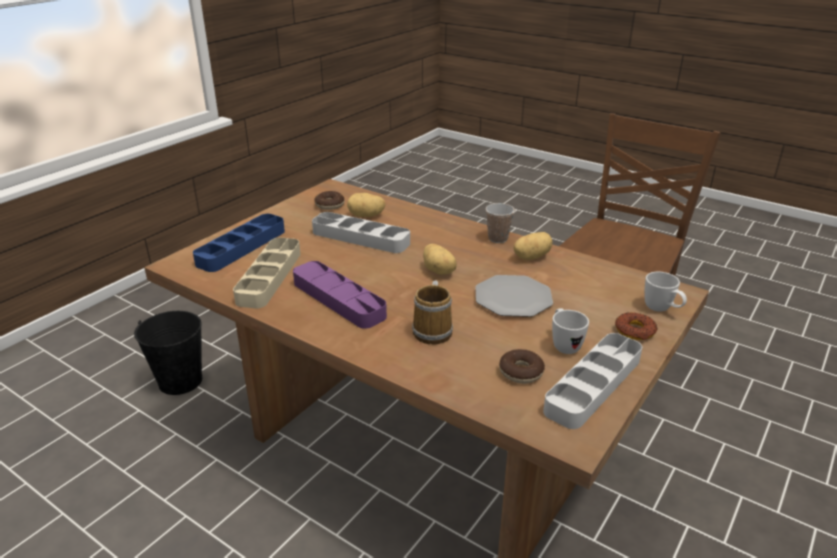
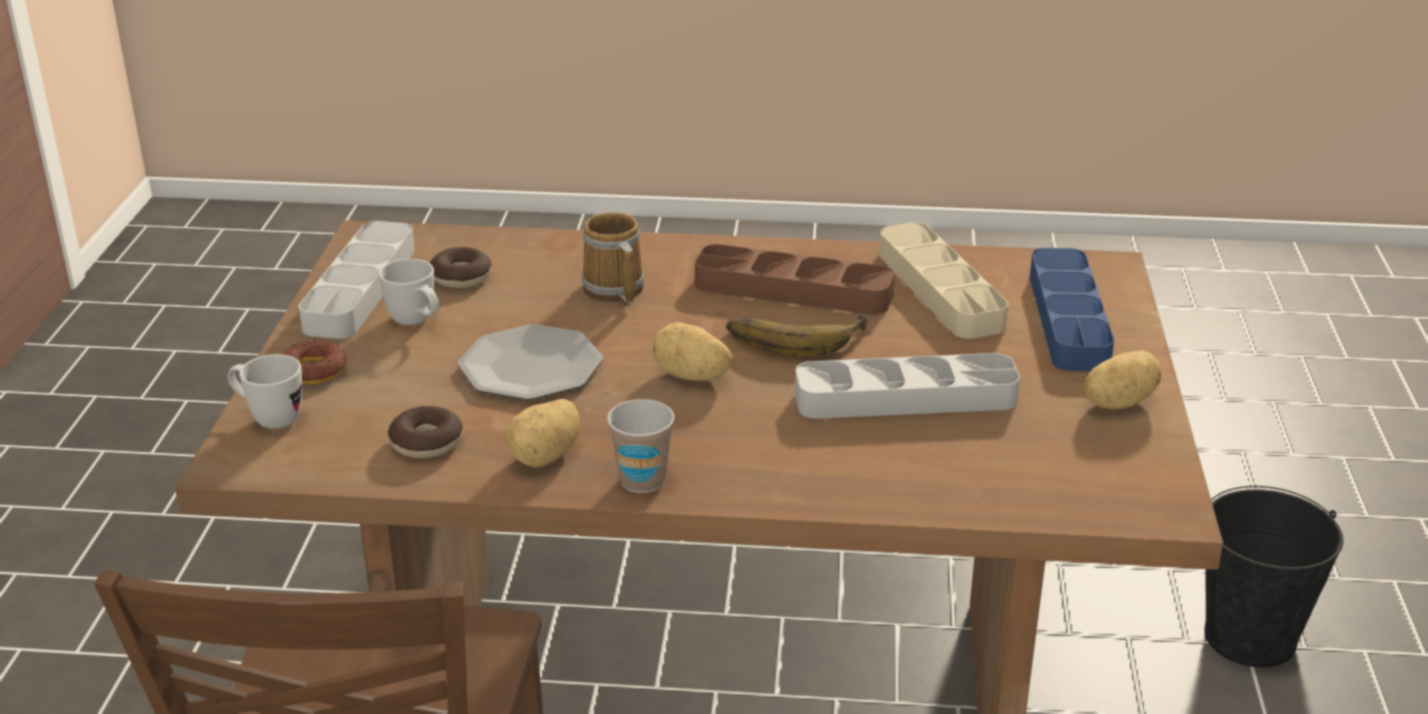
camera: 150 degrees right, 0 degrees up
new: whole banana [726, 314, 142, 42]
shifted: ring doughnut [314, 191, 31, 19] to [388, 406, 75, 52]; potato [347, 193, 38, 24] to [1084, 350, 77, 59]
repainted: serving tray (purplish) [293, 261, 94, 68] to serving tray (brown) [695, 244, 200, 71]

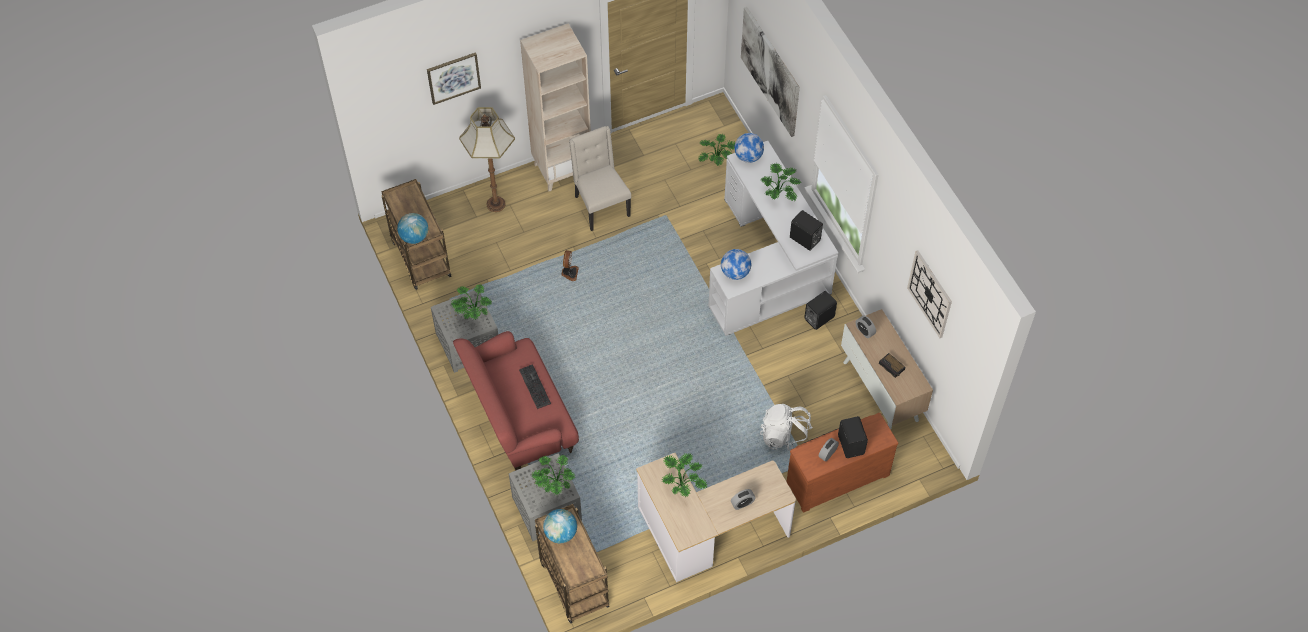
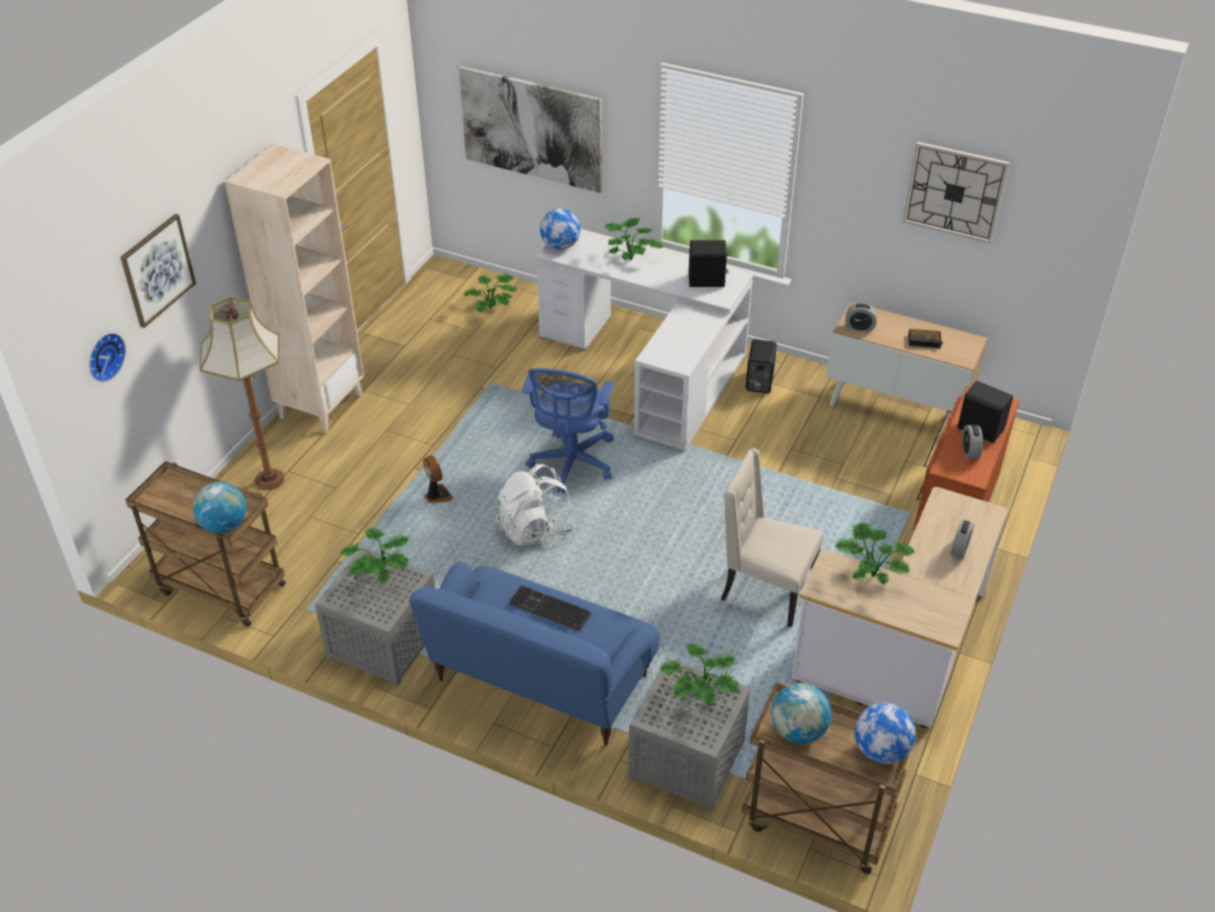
camera: 40 degrees left, 15 degrees down
new: hanging clock [89, 333, 37, 49]; office chair (blue-coloured) [522, 368, 92, 126]
shifted: knapsack (white) [760, 404, 53, 47] to [496, 464, 80, 81]; upright chair (sand-coloured) [569, 126, 62, 105] to [721, 448, 102, 179]; world globe [721, 249, 30, 31] to [855, 703, 61, 61]
repainted: sofa (reddish) [453, 331, 126, 139] to sofa (blue-coloured) [409, 562, 251, 183]

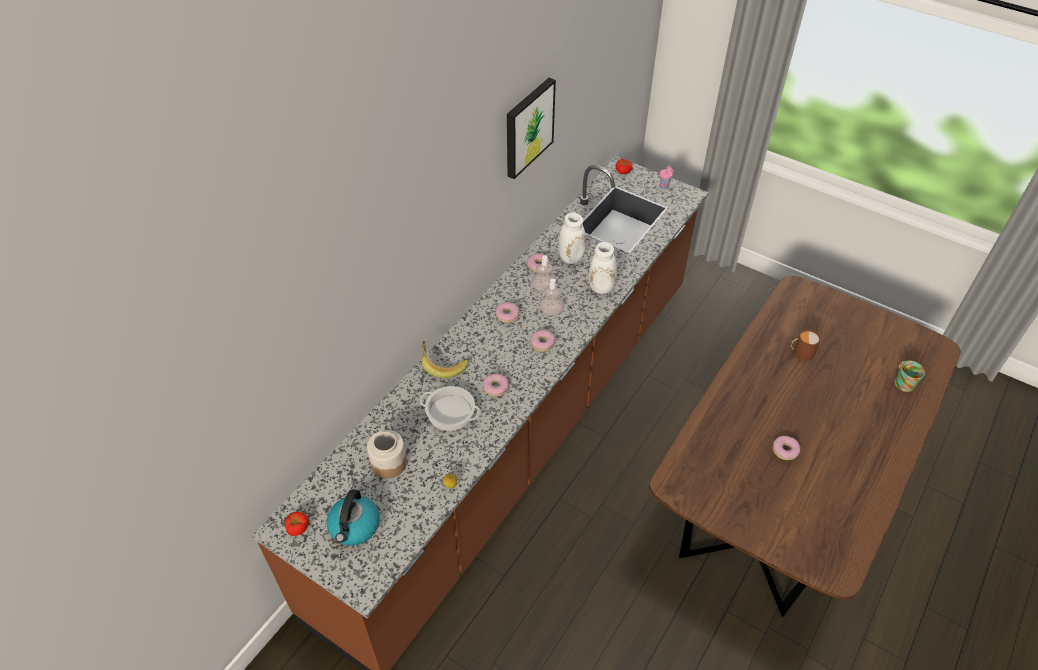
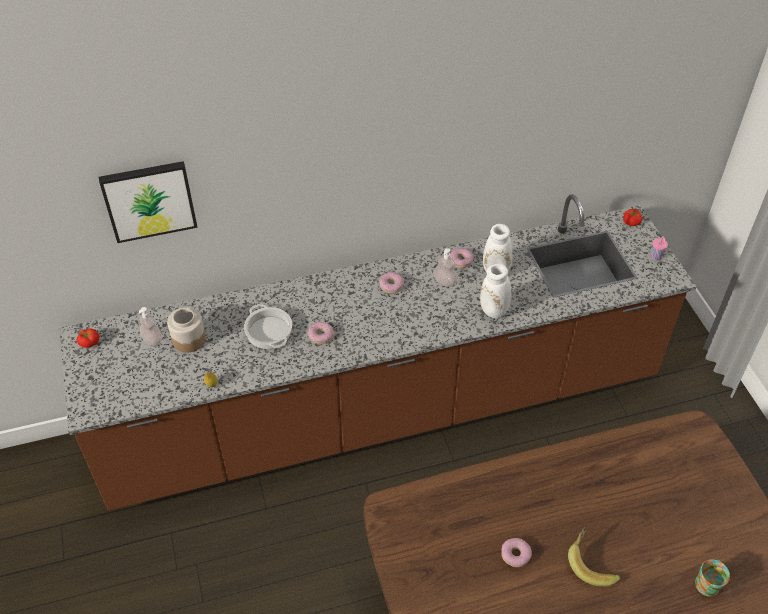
camera: 40 degrees right, 0 degrees up
gone: water kettle [327, 489, 53, 57]; ring doughnut [530, 330, 25, 22]; coffee mug (brown) [791, 329, 30, 32]
shifted: wall picture [507, 78, 49, 101] to [99, 161, 99, 82]; soap bottle [539, 278, 26, 37] to [138, 307, 24, 39]; whole banana [421, 341, 48, 37] to [568, 527, 52, 59]

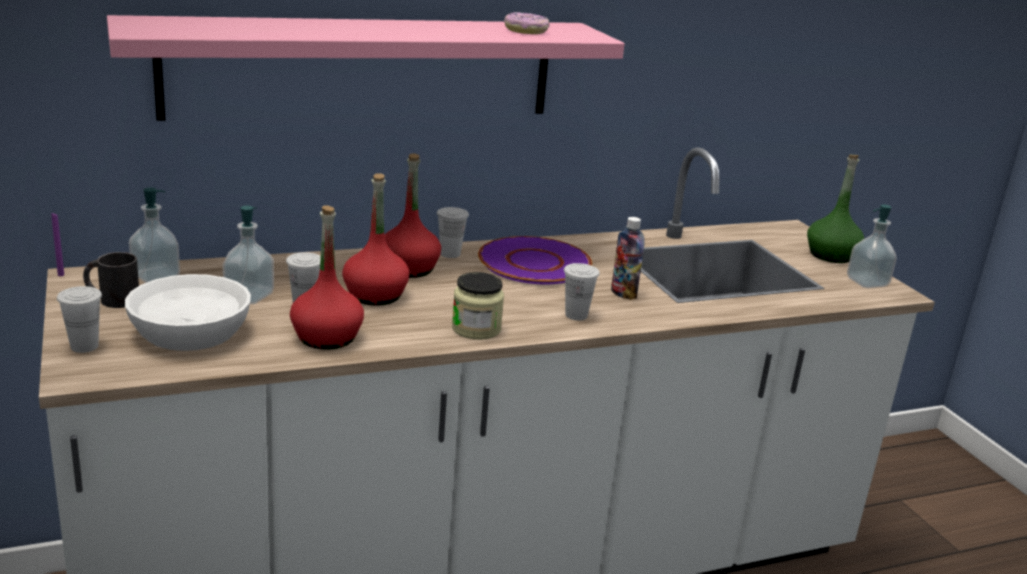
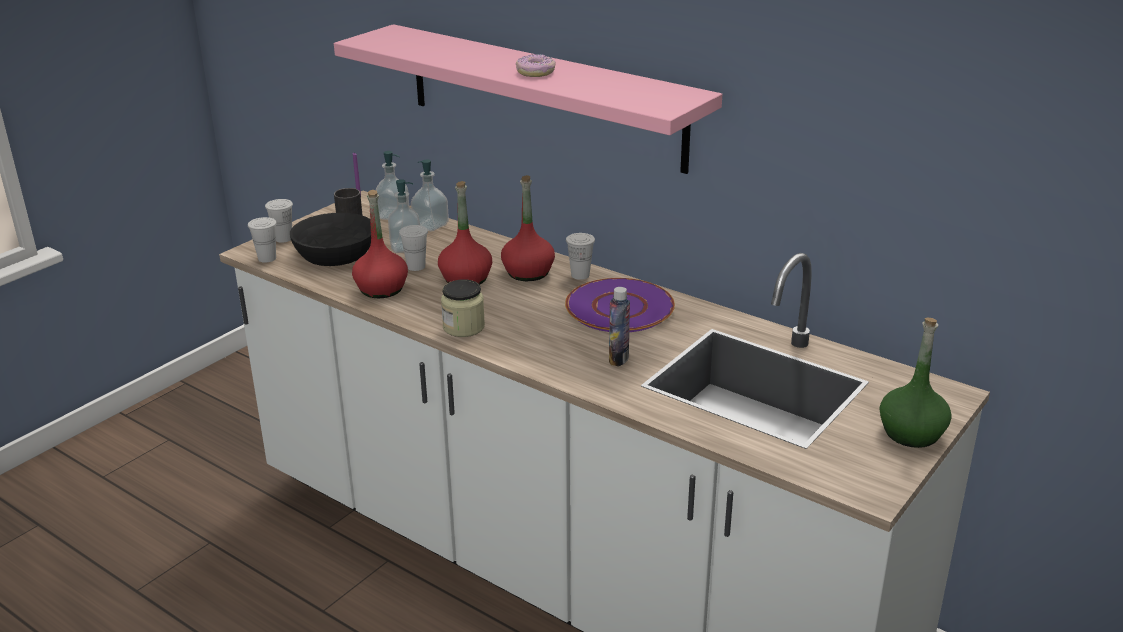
camera: 60 degrees right, 5 degrees up
shifted: drinking cup (white) [564, 263, 36, 57] to [248, 217, 29, 46]; soap bottle [847, 204, 50, 84] to [411, 159, 38, 72]; ring doughnut [504, 12, 46, 22] to [516, 54, 40, 23]
repainted: bowl (white) [125, 274, 126, 77] to bowl (black-coloured) [290, 213, 81, 53]

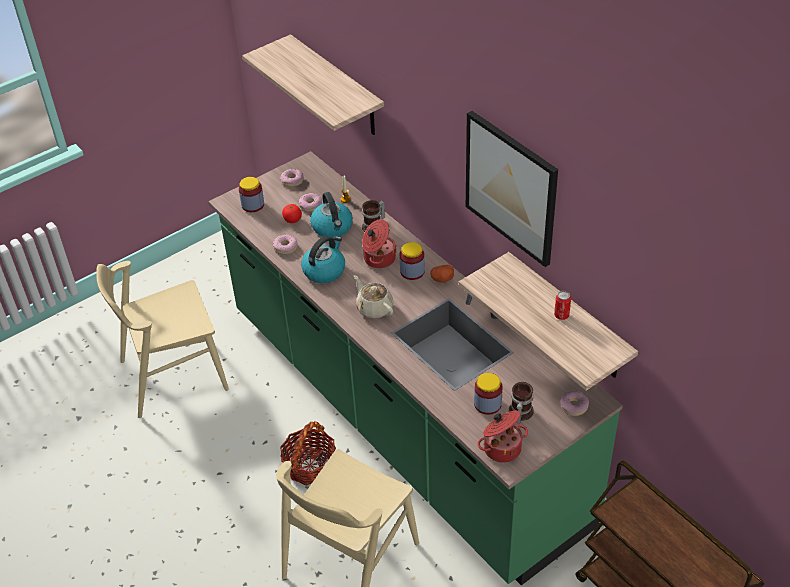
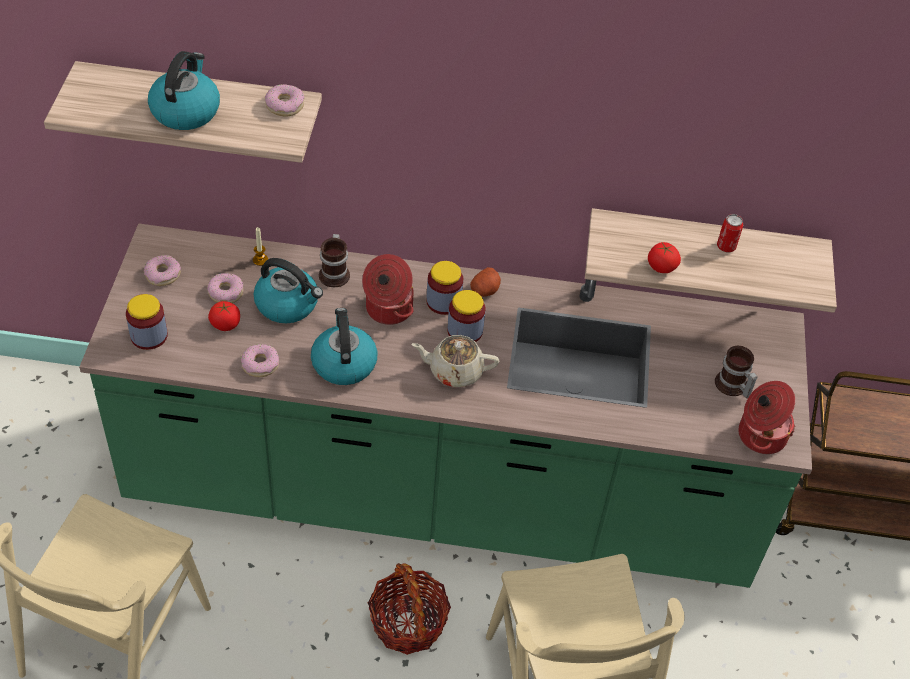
camera: 50 degrees left, 5 degrees up
gone: wall picture [466, 111, 92, 156]
new: water kettle [148, 51, 72, 79]; fresh tomato [648, 242, 33, 31]
shifted: ring doughnut [560, 391, 29, 25] to [265, 84, 39, 33]; preserve jar [474, 373, 29, 42] to [447, 290, 39, 52]

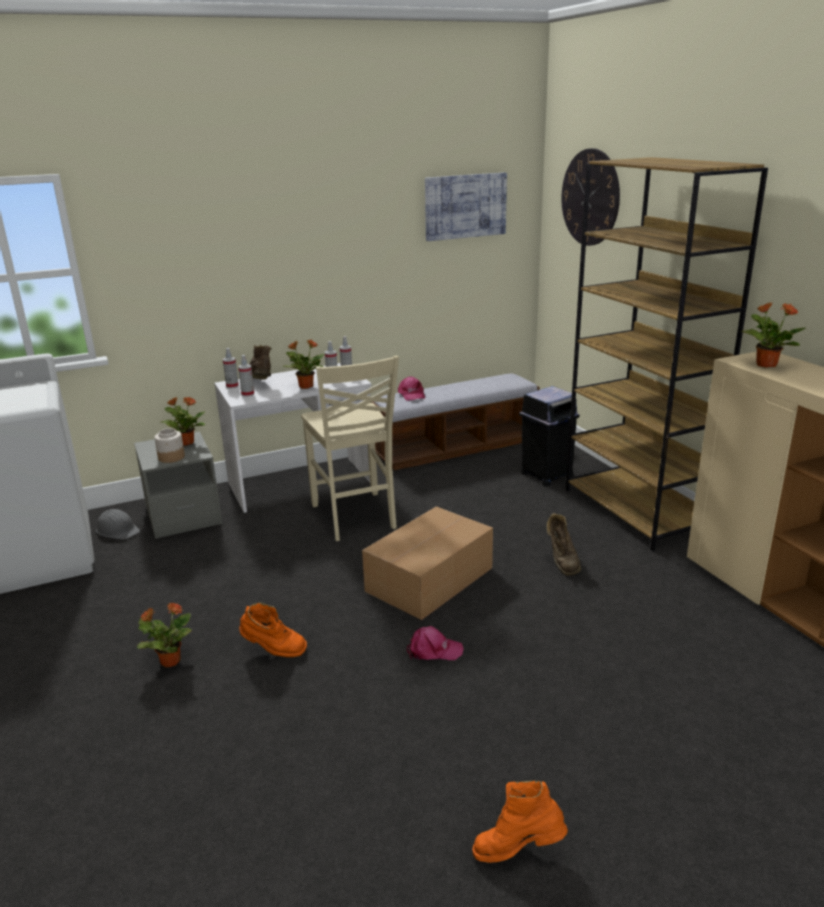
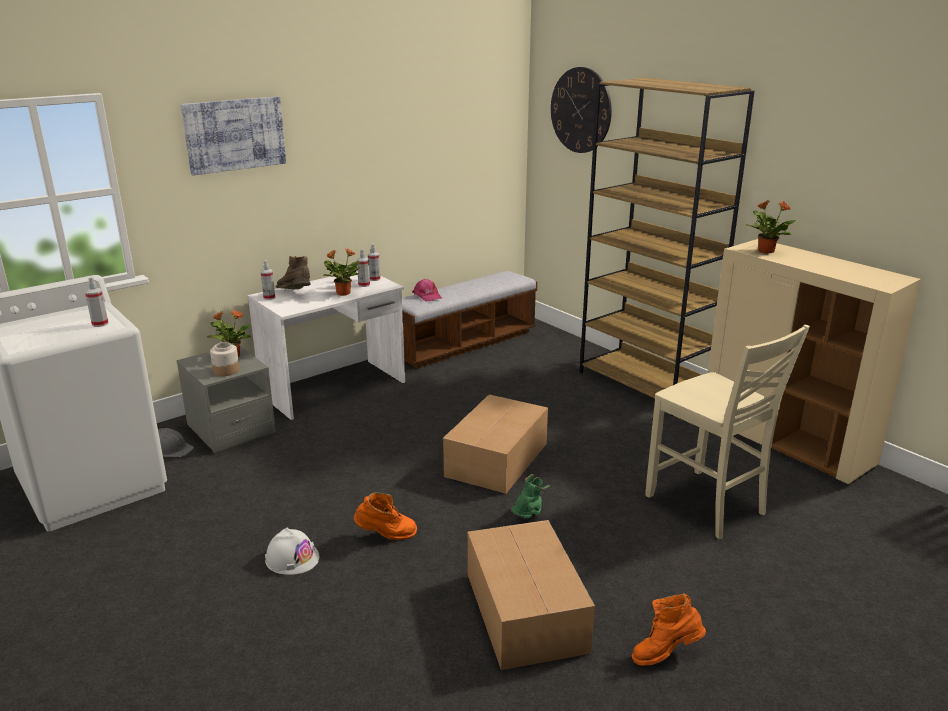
camera: 15 degrees left, 0 degrees up
gone: rubbish bin (black-coloured) [519, 386, 61, 100]; high-top boot (brown) [547, 513, 34, 63]
new: cardboard box [468, 520, 127, 150]
shifted: spray bottle [238, 355, 16, 42] to [85, 277, 24, 50]; wall picture [425, 172, 82, 69] to [181, 96, 105, 80]; upright chair (sand-coloured) [301, 355, 98, 186] to [645, 324, 165, 215]
swapped: potted plant [137, 602, 55, 65] to safety helmet (white) [265, 528, 54, 47]; cap (pink-coloured) [407, 626, 57, 34] to high-top boot (green) [511, 474, 39, 45]

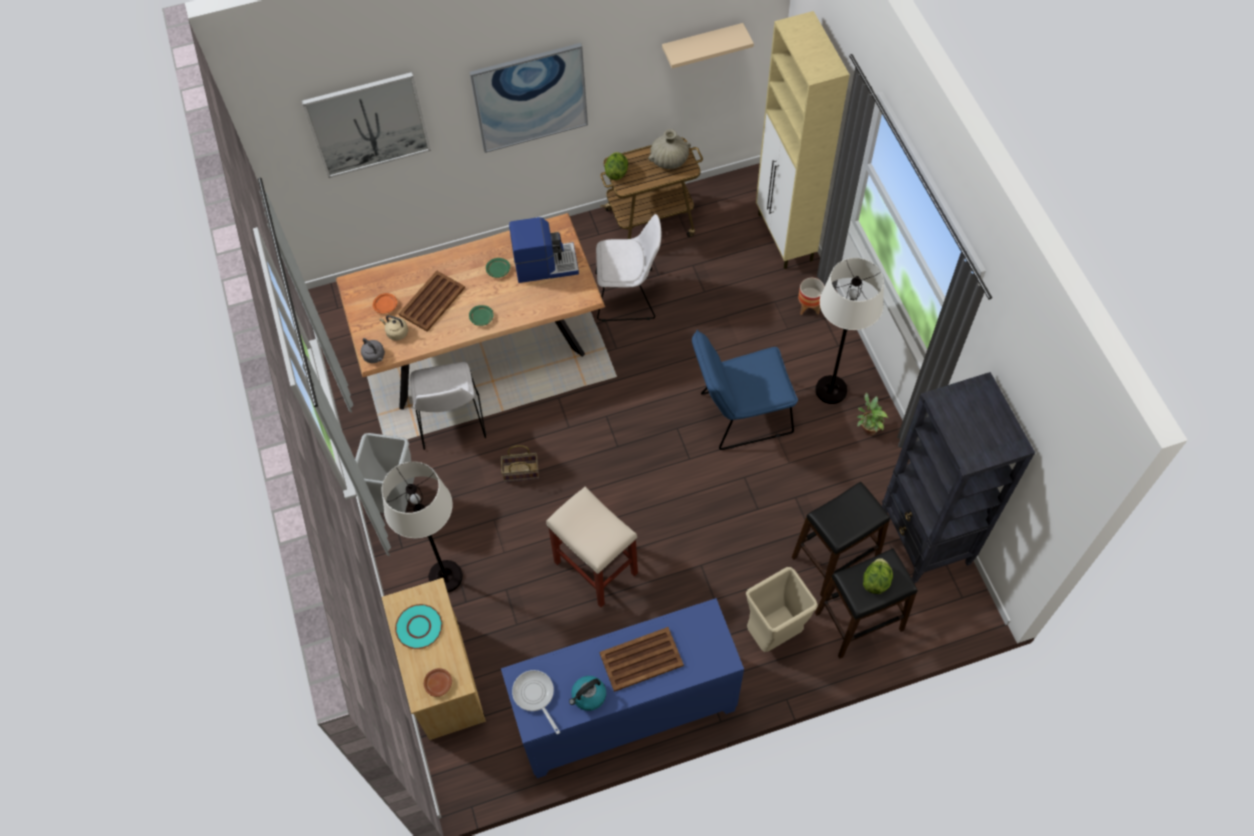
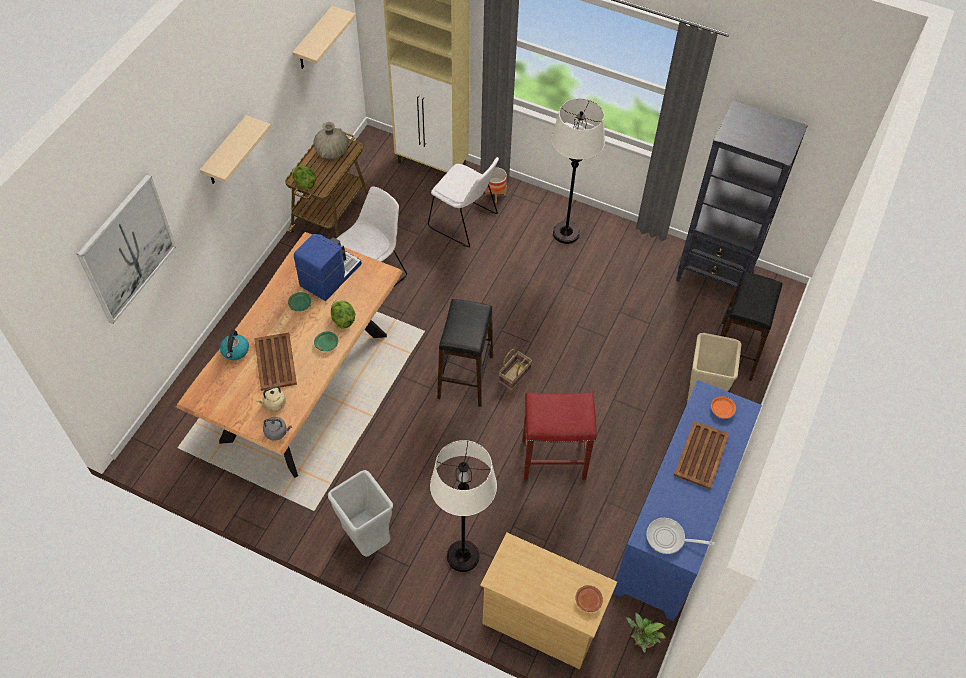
camera: 50 degrees left, 5 degrees down
gone: flat dish (turquoise) [395, 604, 47, 45]; upright chair (blue-coloured) [692, 330, 106, 120]
shifted: water kettle [569, 676, 37, 35] to [220, 330, 29, 30]; lettuce [863, 558, 30, 36] to [331, 300, 24, 28]; upright chair (white) [410, 362, 76, 88] to [428, 157, 71, 90]; stool (black-coloured) [792, 482, 98, 115] to [437, 299, 56, 108]; storage basket [501, 445, 38, 37] to [499, 349, 33, 42]; potted plant [857, 393, 32, 42] to [626, 613, 40, 40]; flat dish (orangey) [373, 293, 25, 21] to [711, 396, 25, 23]
swapped: wall picture [470, 43, 118, 110] to bracket shelf (sand-coloured) [200, 115, 71, 69]
repainted: stool (sand-coloured) [546, 487, 92, 120] to stool (reddish) [522, 392, 75, 88]

